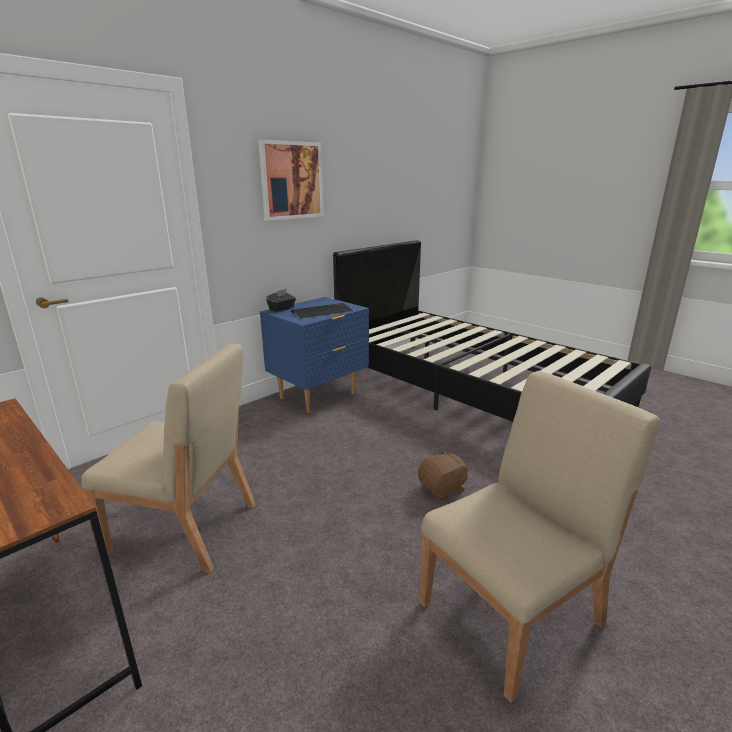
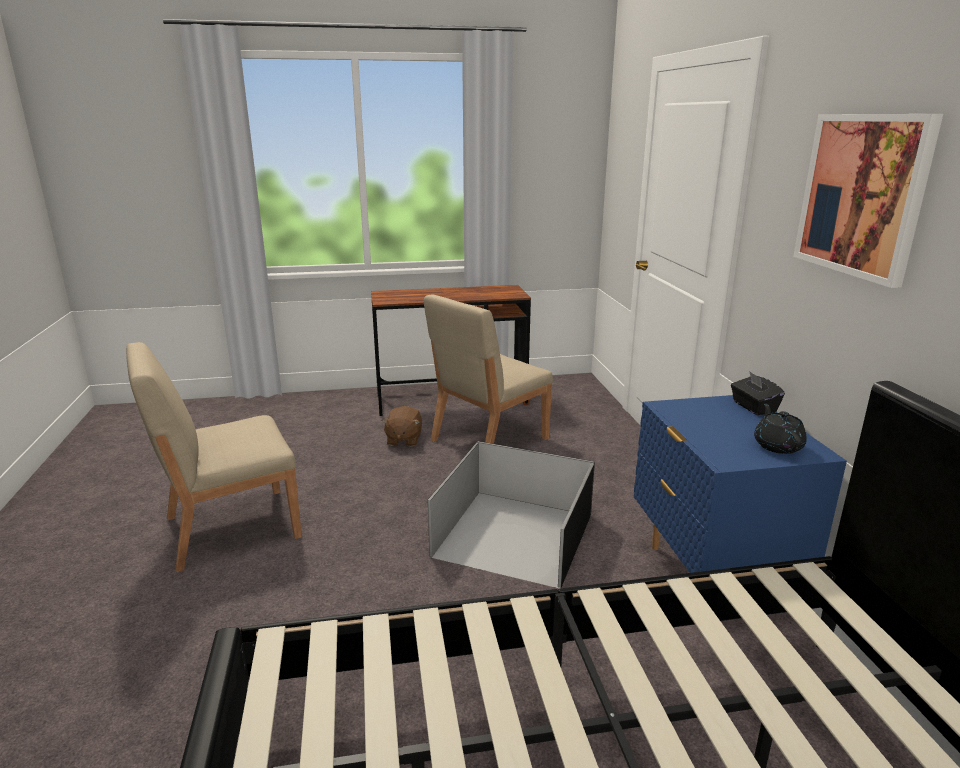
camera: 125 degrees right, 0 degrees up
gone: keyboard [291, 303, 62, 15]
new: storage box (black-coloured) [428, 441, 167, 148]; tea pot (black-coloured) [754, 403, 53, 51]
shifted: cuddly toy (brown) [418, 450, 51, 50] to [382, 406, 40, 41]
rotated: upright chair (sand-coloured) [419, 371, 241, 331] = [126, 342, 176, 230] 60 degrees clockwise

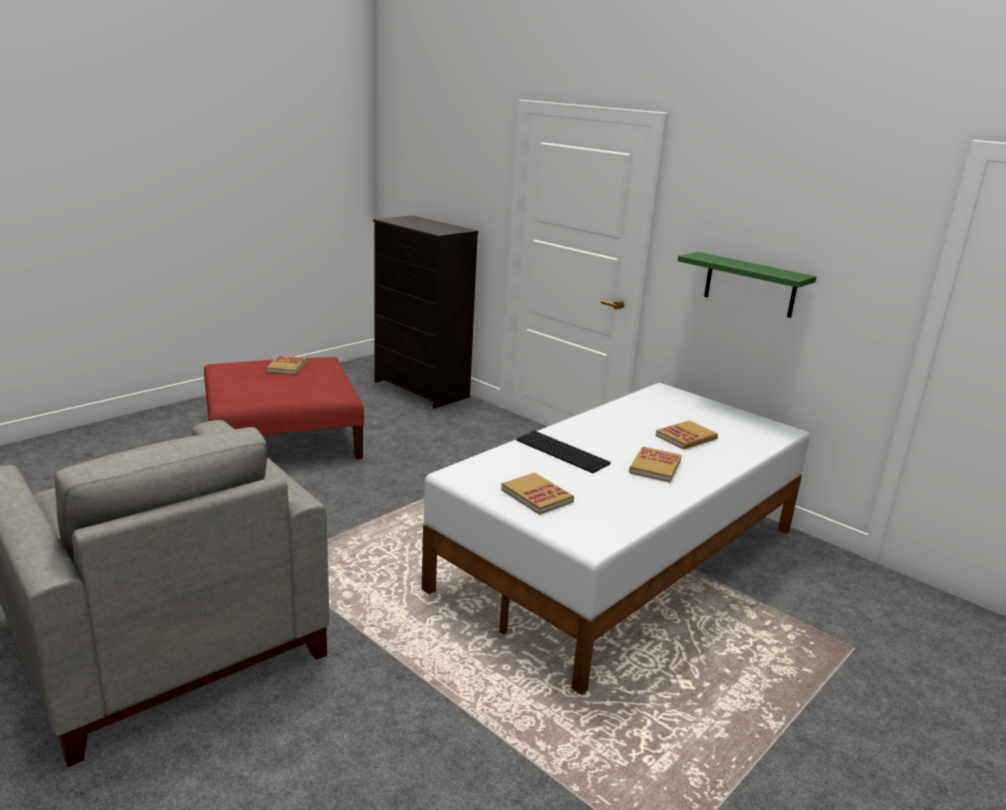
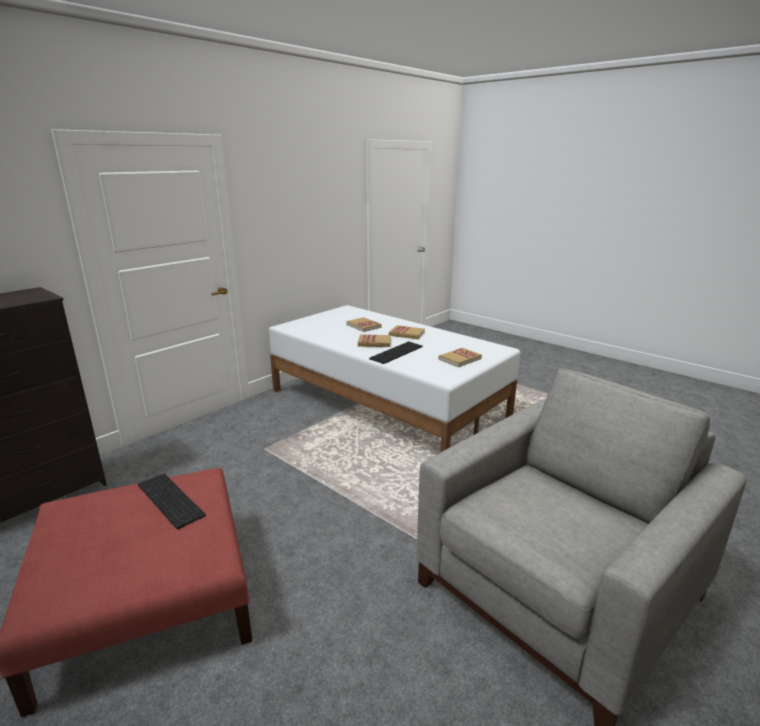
camera: 90 degrees left, 0 degrees up
gone: bracket shelf (green) [677, 252, 139, 66]
new: keyboard [138, 474, 68, 55]
shifted: book [266, 355, 41, 20] to [358, 335, 33, 12]

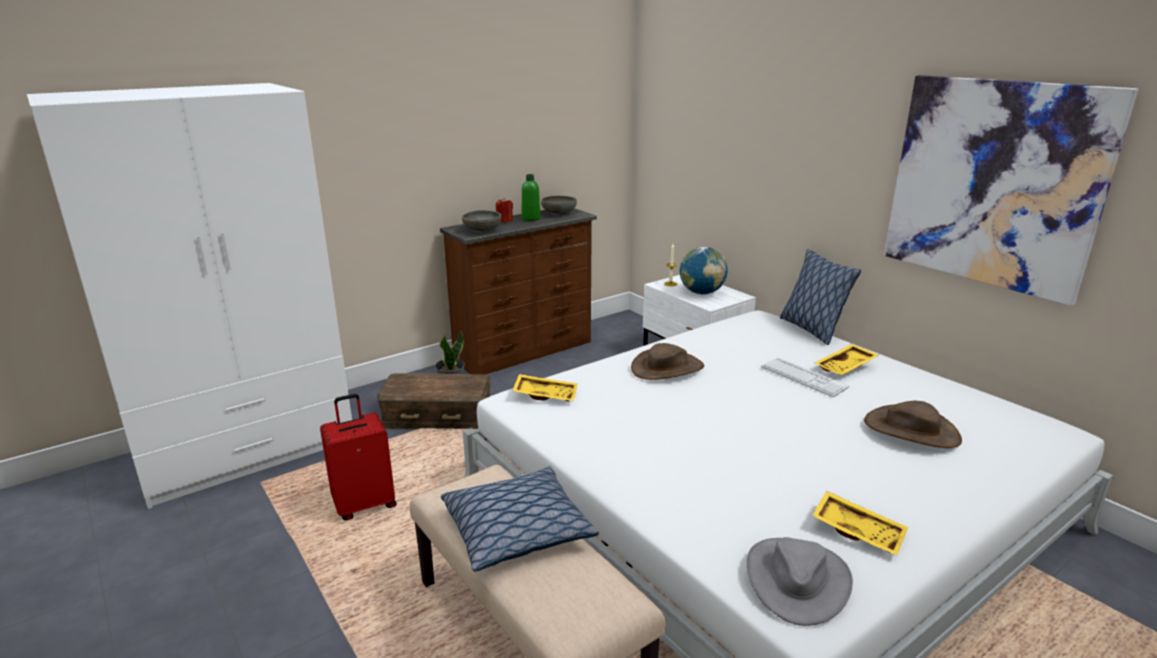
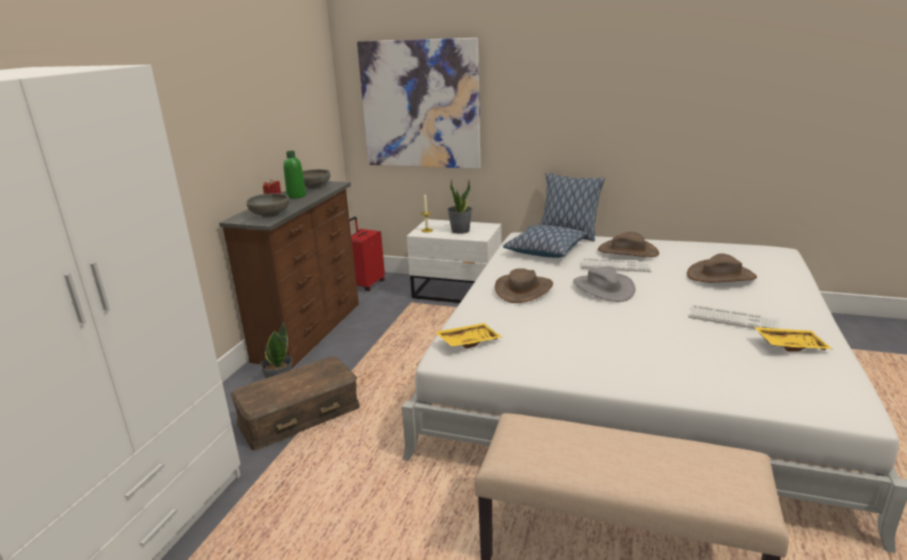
camera: 35 degrees left, 0 degrees up
new: keyboard [688, 305, 92, 24]
shifted: piece of luggage (reddish) [320, 394, 77, 127] to [349, 217, 36, 74]; wall picture [884, 75, 255, 231] to [357, 38, 124, 131]; throw pillow [441, 466, 158, 105] to [503, 225, 85, 33]; clothing hat (gray) [747, 537, 106, 89] to [573, 266, 62, 36]
swapped: world globe [679, 247, 48, 48] to potted plant [447, 179, 25, 55]; serving tray (yellow) [815, 344, 64, 31] to clothing hat (brown) [598, 232, 61, 25]

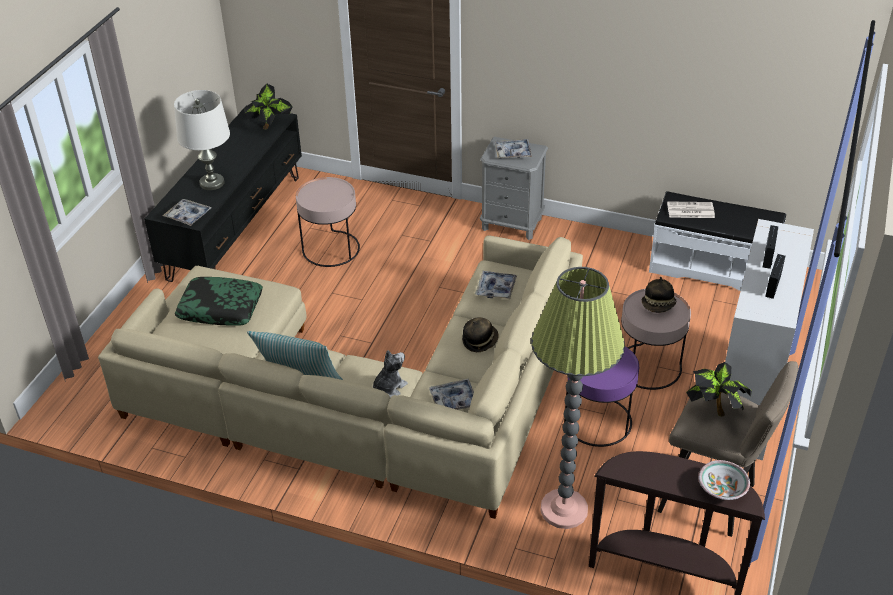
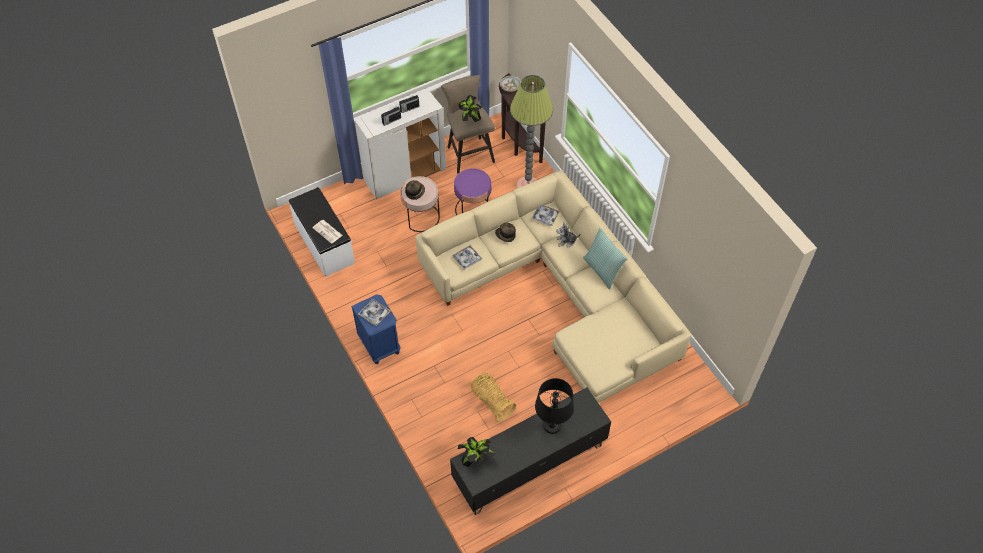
camera: 140 degrees left, 15 degrees up
gone: serving tray [163, 199, 48, 27]; throw pillow [175, 277, 88, 49]
swapped: end table (pink-coloured) [296, 177, 64, 90] to storage basket [471, 373, 45, 48]
repainted: nightstand (gray) [480, 137, 68, 103] to nightstand (blue-coloured) [351, 294, 49, 70]; tabletop lamp (white) [174, 90, 56, 100] to tabletop lamp (black-coloured) [535, 378, 39, 56]

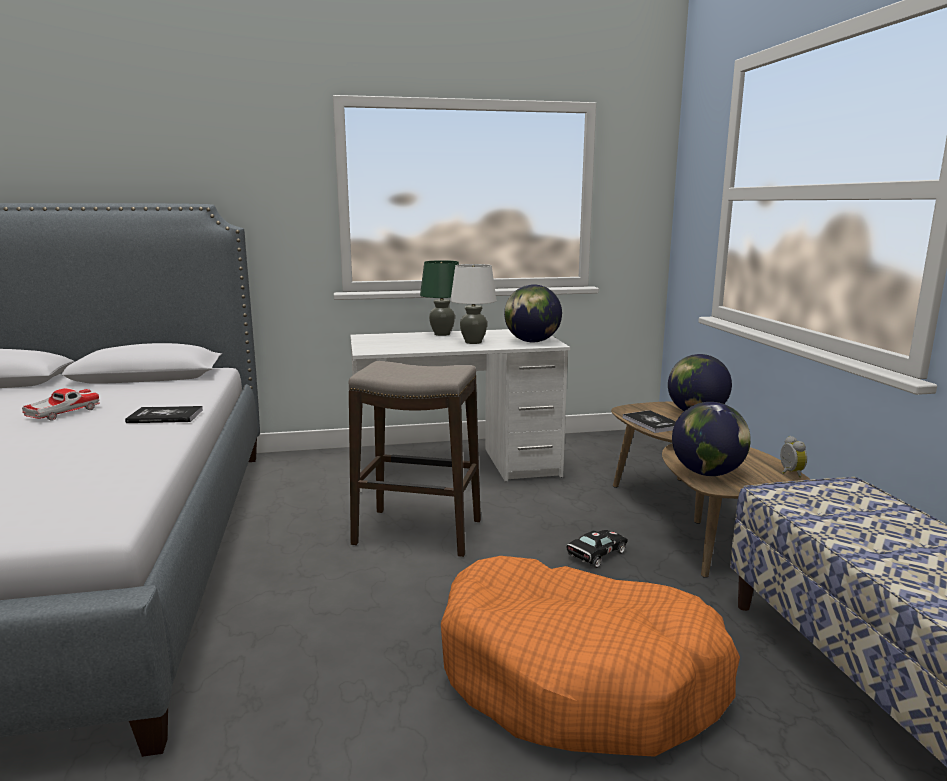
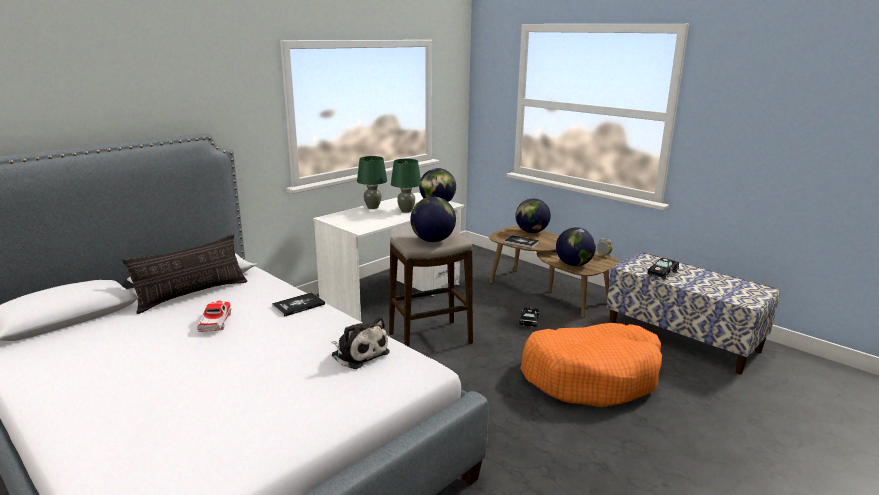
camera: 35 degrees left, 5 degrees up
new: throw pillow [123, 234, 124, 80]; cuddly toy [332, 317, 58, 52]; world globe [410, 197, 46, 45]; model car (black-coloured) [648, 258, 31, 21]
repainted: tabletop lamp (white) [450, 264, 47, 80] to tabletop lamp (green) [391, 159, 31, 54]

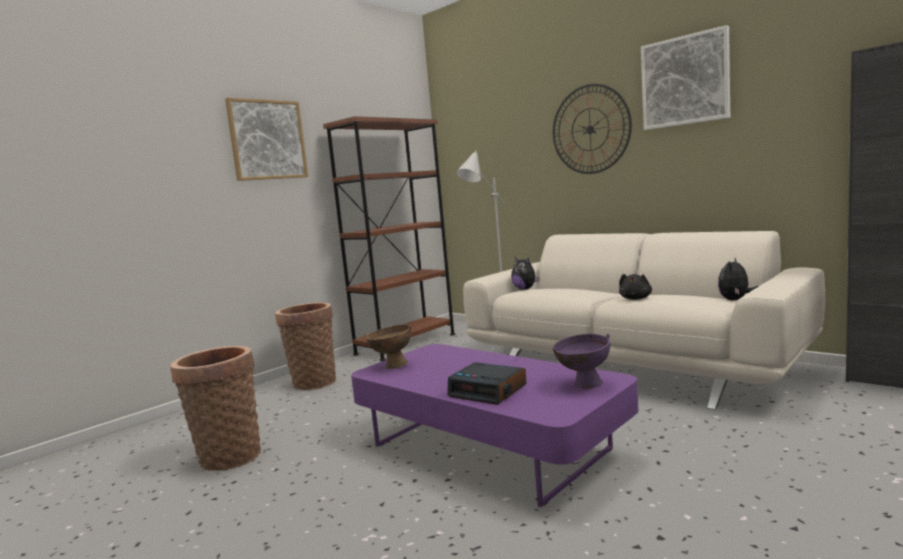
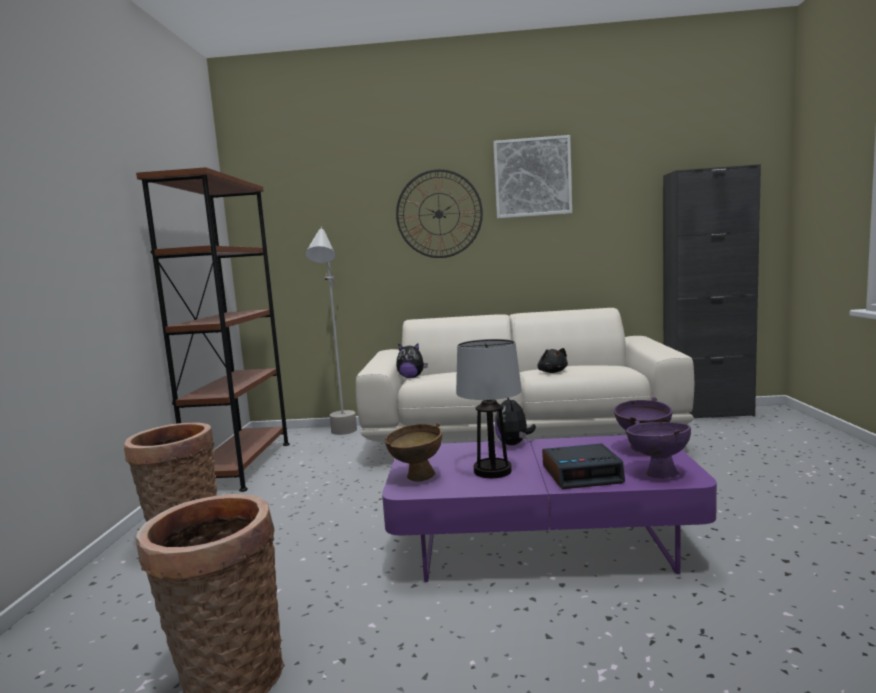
camera: 40 degrees left, 0 degrees up
gone: wall picture [225, 98, 83, 83]
new: tabletop lamp [456, 339, 66, 139]; bowl (purplish) [626, 420, 65, 59]
shifted: cuddly toy [718, 258, 40, 42] to [495, 398, 41, 47]

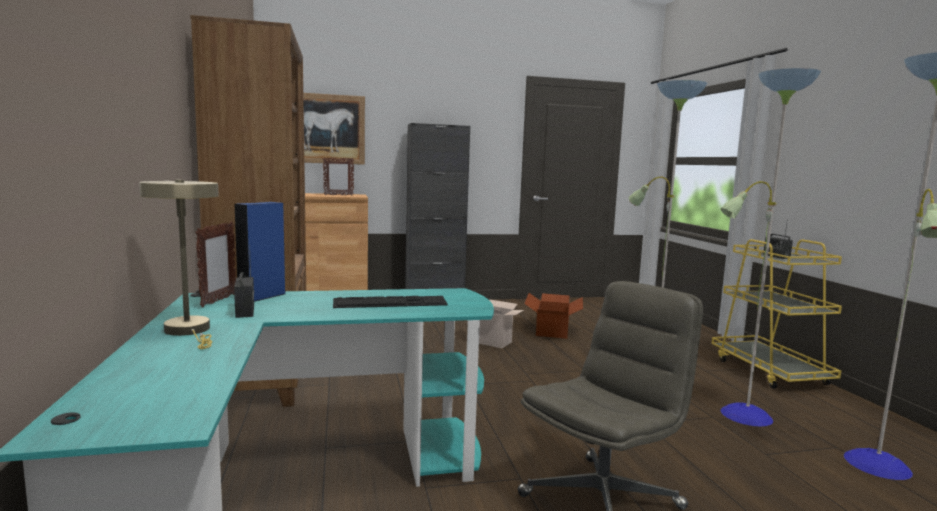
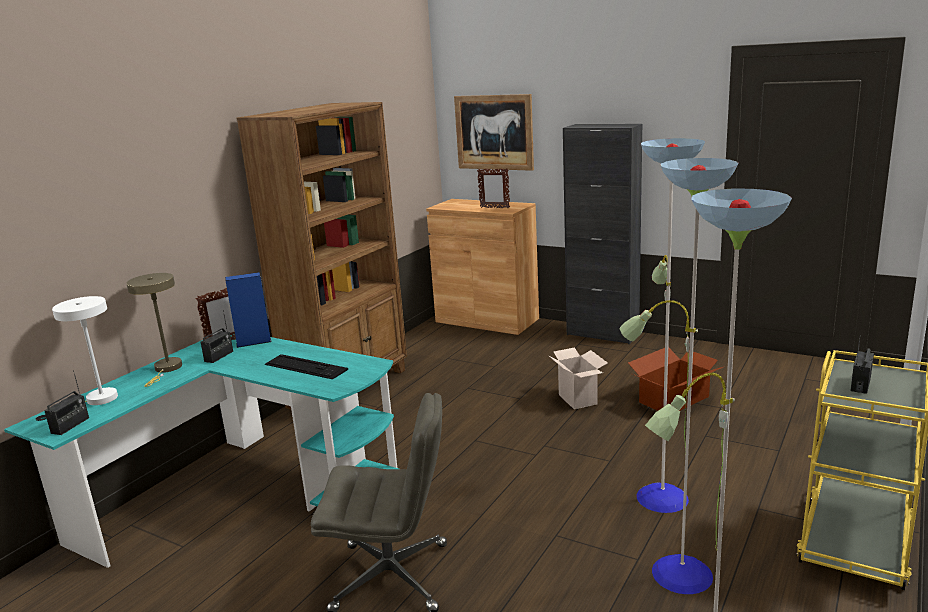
camera: 45 degrees right, 10 degrees up
new: radio receiver [44, 370, 45, 65]; tabletop lamp (white) [52, 296, 66, 109]

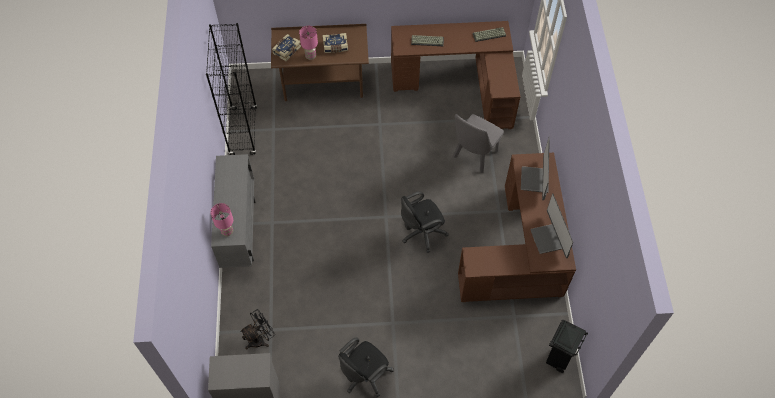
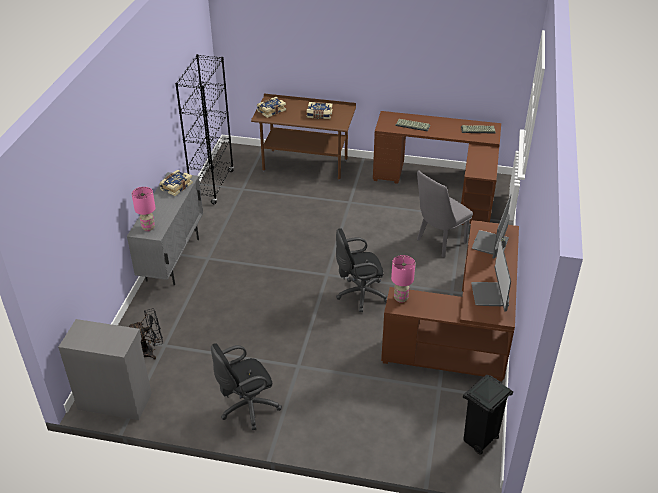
camera: 15 degrees right, 20 degrees down
new: book [159, 170, 34, 26]
shifted: tabletop lamp (pink-coloured) [299, 26, 19, 34] to [391, 255, 24, 48]

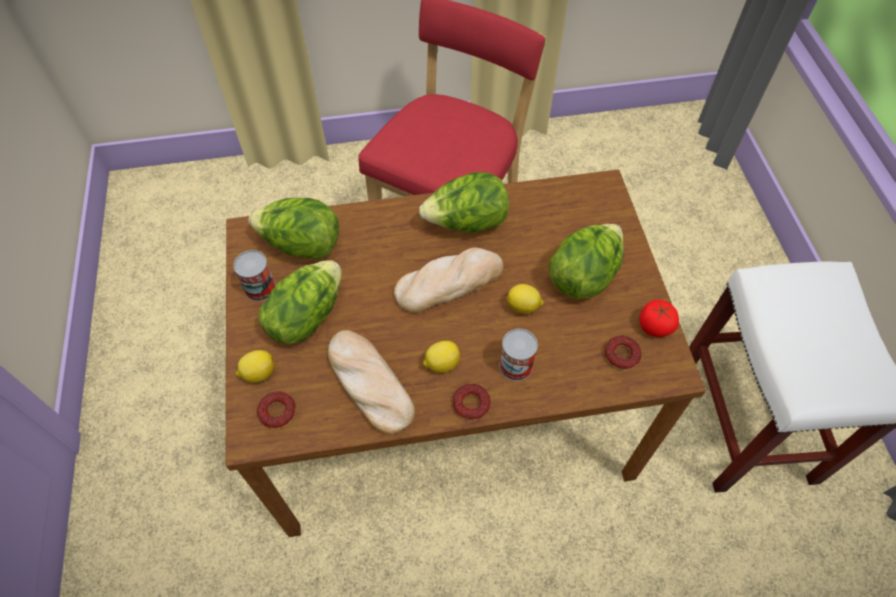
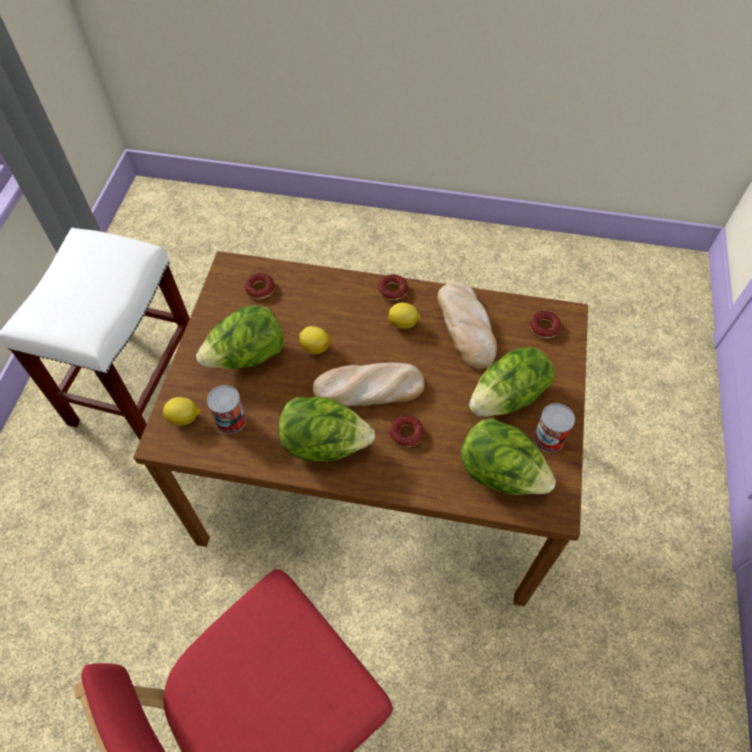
camera: 160 degrees left, 0 degrees up
gone: fresh tomato [639, 300, 40, 37]
new: ring doughnut [390, 415, 34, 32]
shifted: whole lemon [236, 350, 39, 33] to [163, 397, 37, 28]; sealed can [499, 329, 39, 52] to [207, 385, 39, 49]

